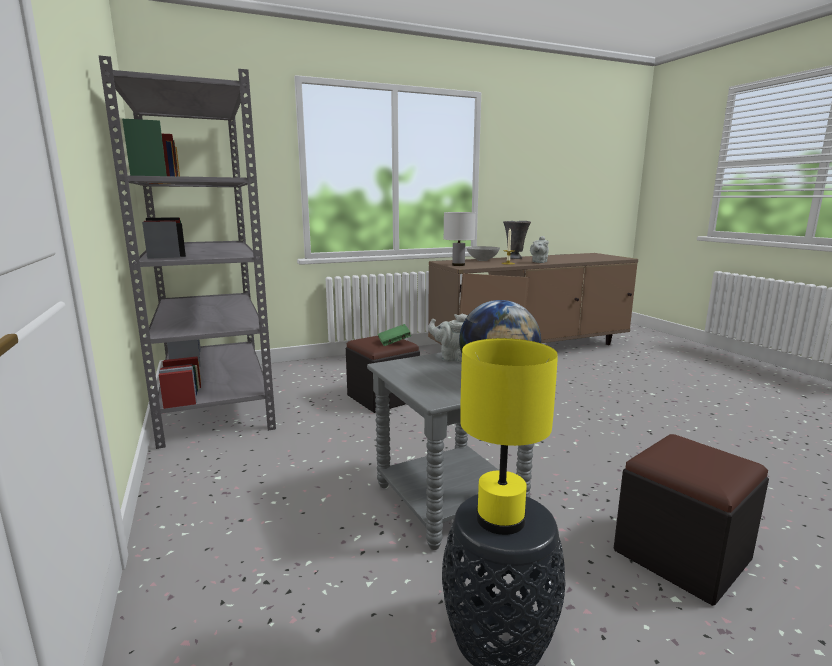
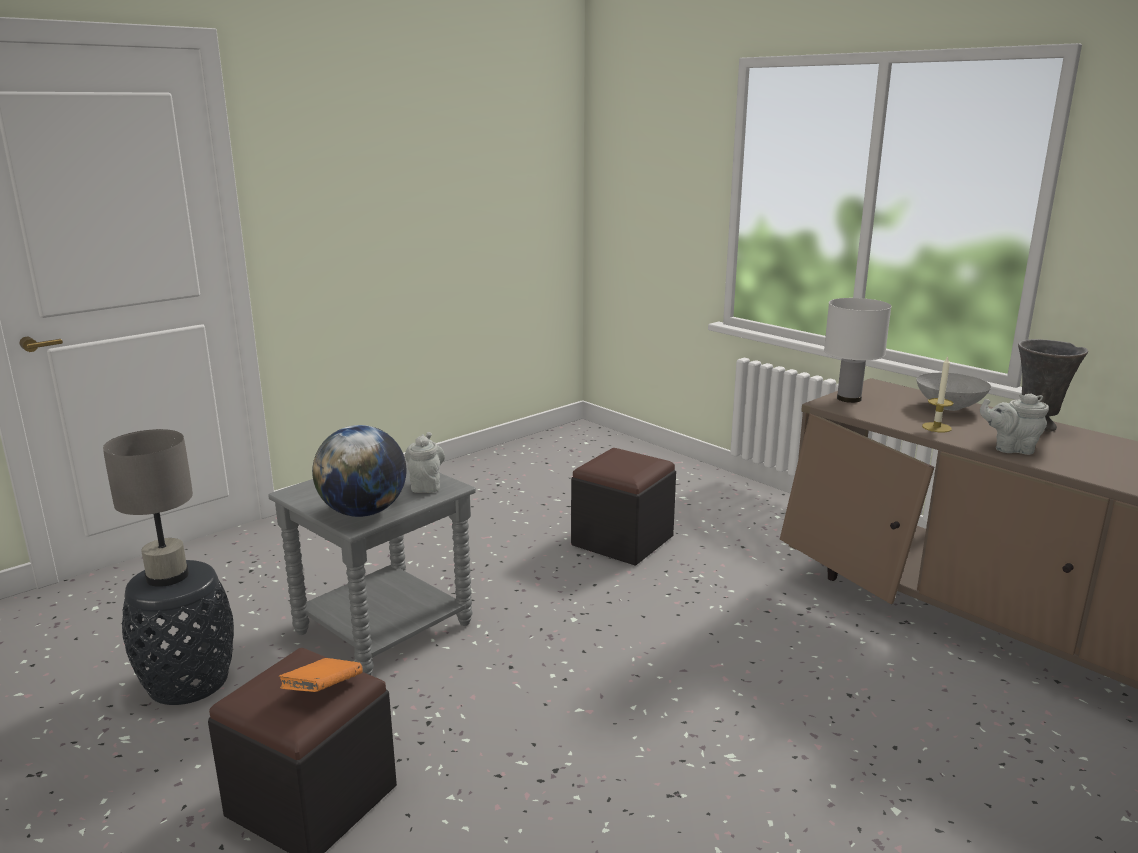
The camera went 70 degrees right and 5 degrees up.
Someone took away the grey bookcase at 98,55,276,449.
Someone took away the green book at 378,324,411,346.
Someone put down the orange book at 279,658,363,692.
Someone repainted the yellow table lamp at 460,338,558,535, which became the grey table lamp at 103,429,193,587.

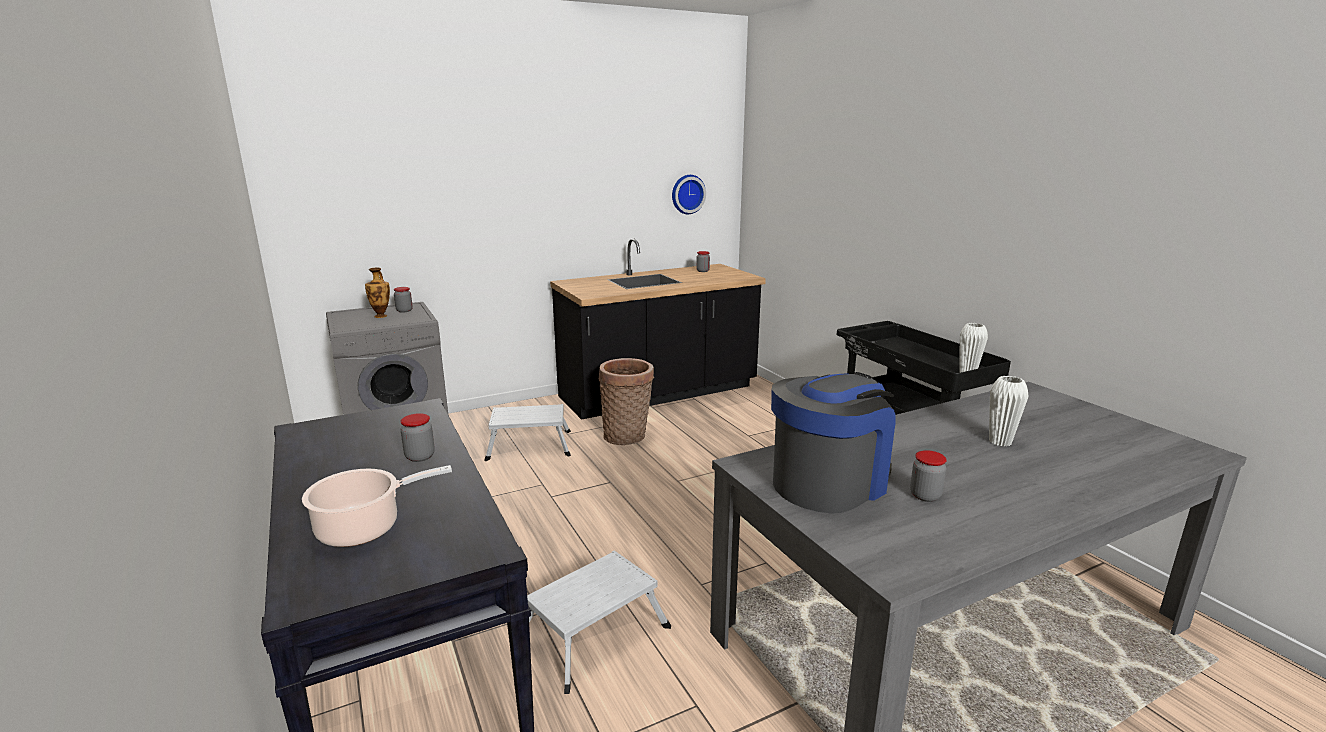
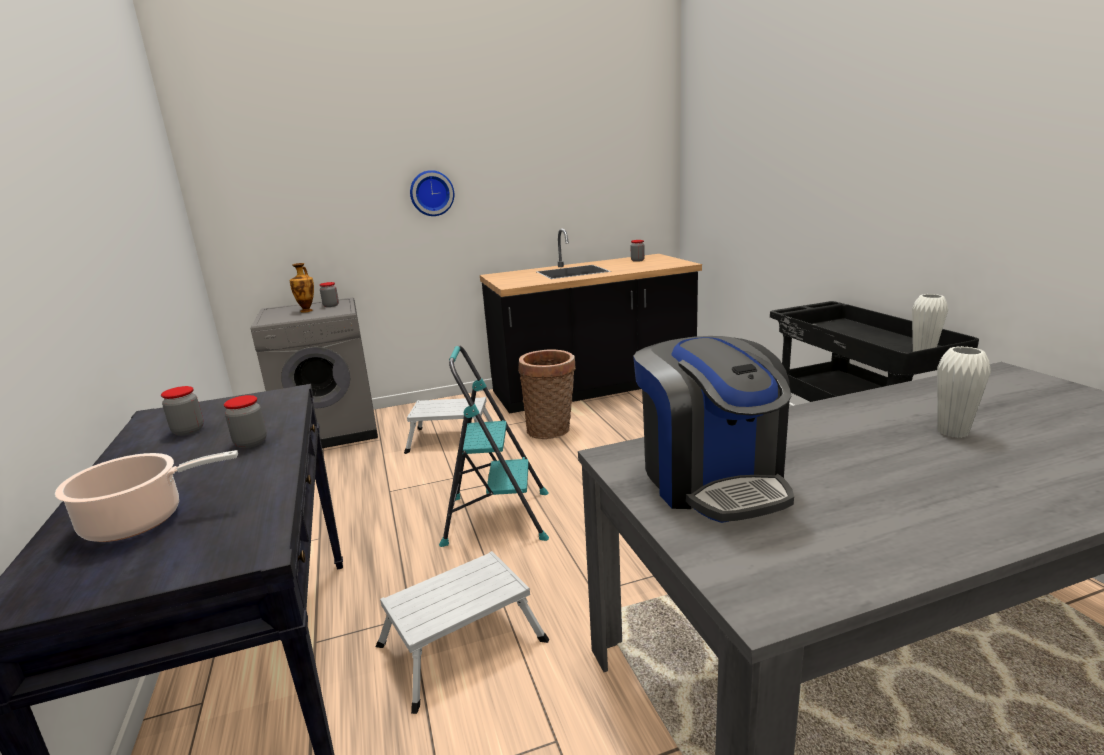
The camera went 10 degrees right and 0 degrees up.
Someone put down the turquoise step ladder at 439,345,549,547.
Someone carried the wall clock from 672,175,706,214 to 410,170,454,216.
Someone carried the jar from 910,450,947,502 to 161,386,204,436.
Someone rotated the coffee machine at 771,372,896,514 by 105 degrees clockwise.

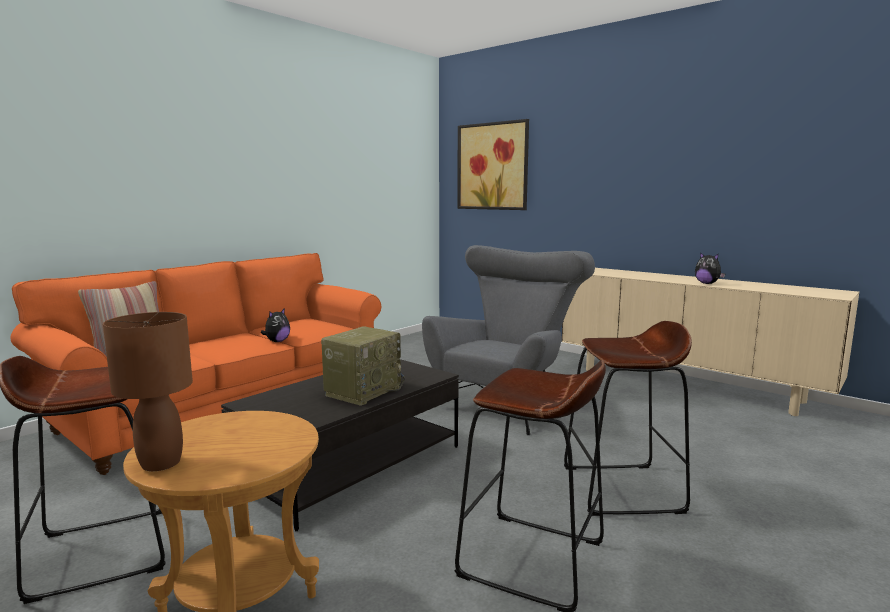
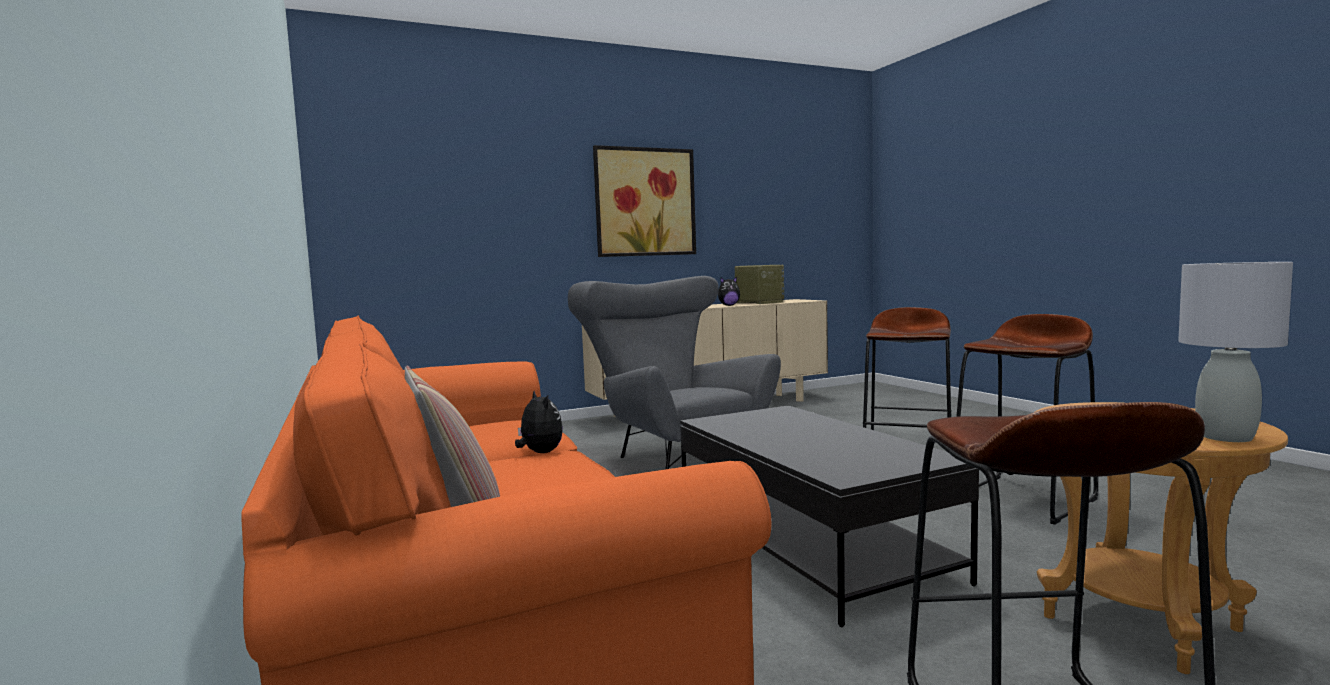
The camera went 65 degrees left and 5 degrees down.
Someone carried the radio from 321,326,405,406 to 734,265,784,304.
Someone carried the picture from 457,119,529,210 to 593,145,696,257.
Someone repainted the brown table lamp at 103,312,193,471, which became the grey table lamp at 1178,262,1293,442.

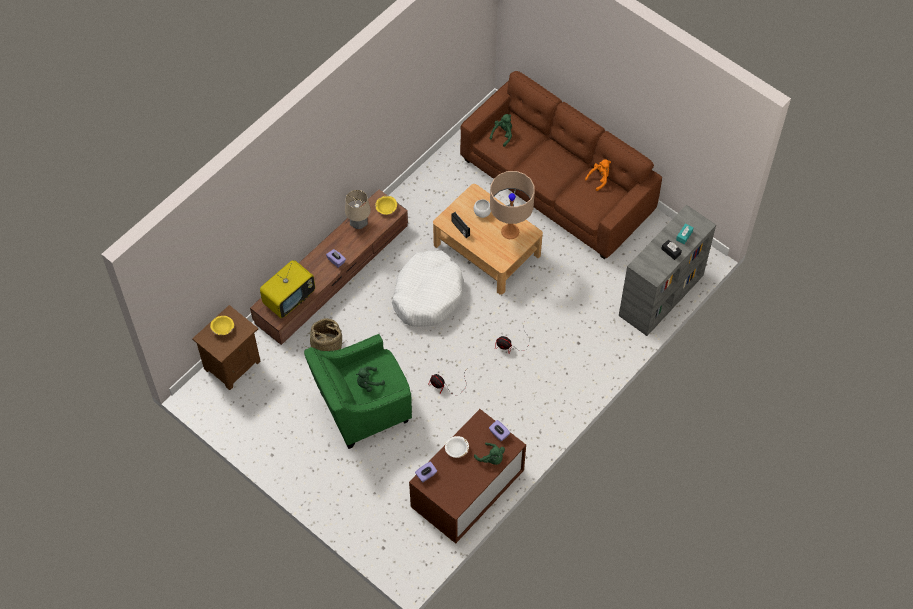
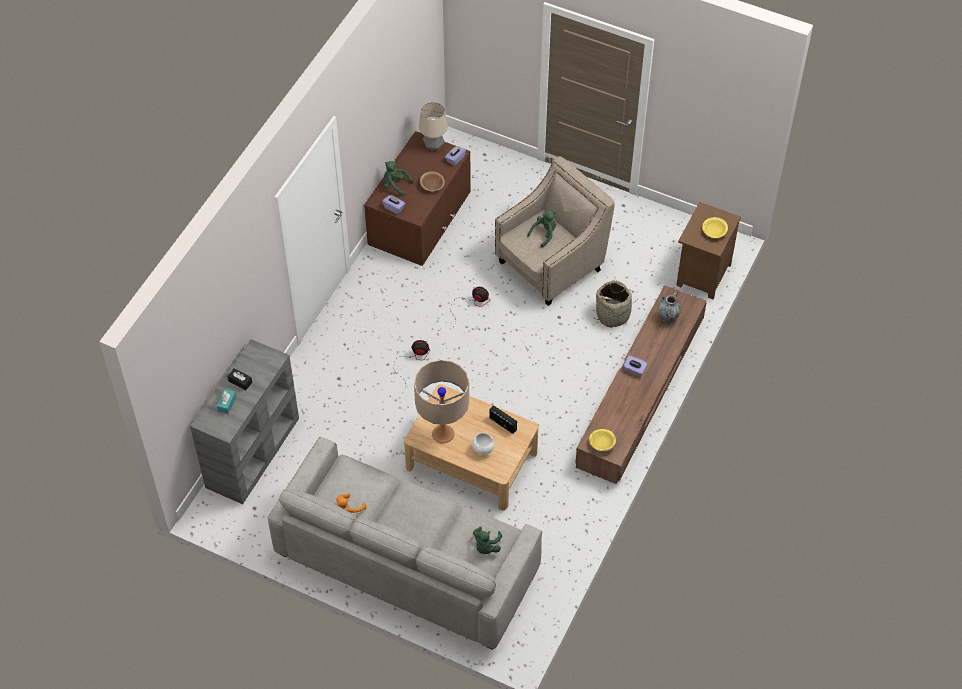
The camera went 165 degrees right and 5 degrees down.
Someone took away the white dog bed at 392,250,464,327.
Someone carried the table lamp from 345,190,371,229 to 419,102,448,151.
Someone swapped the television at 260,260,315,318 for the vase at 658,291,682,323.
Someone repainted the green armchair at 304,334,412,449, which became the beige armchair at 495,156,615,306.
Someone repainted the white bowl at 445,436,469,458, which became the brown bowl at 420,171,445,191.
Someone repainted the brown sofa at 460,71,662,259, which became the grey sofa at 268,437,542,650.

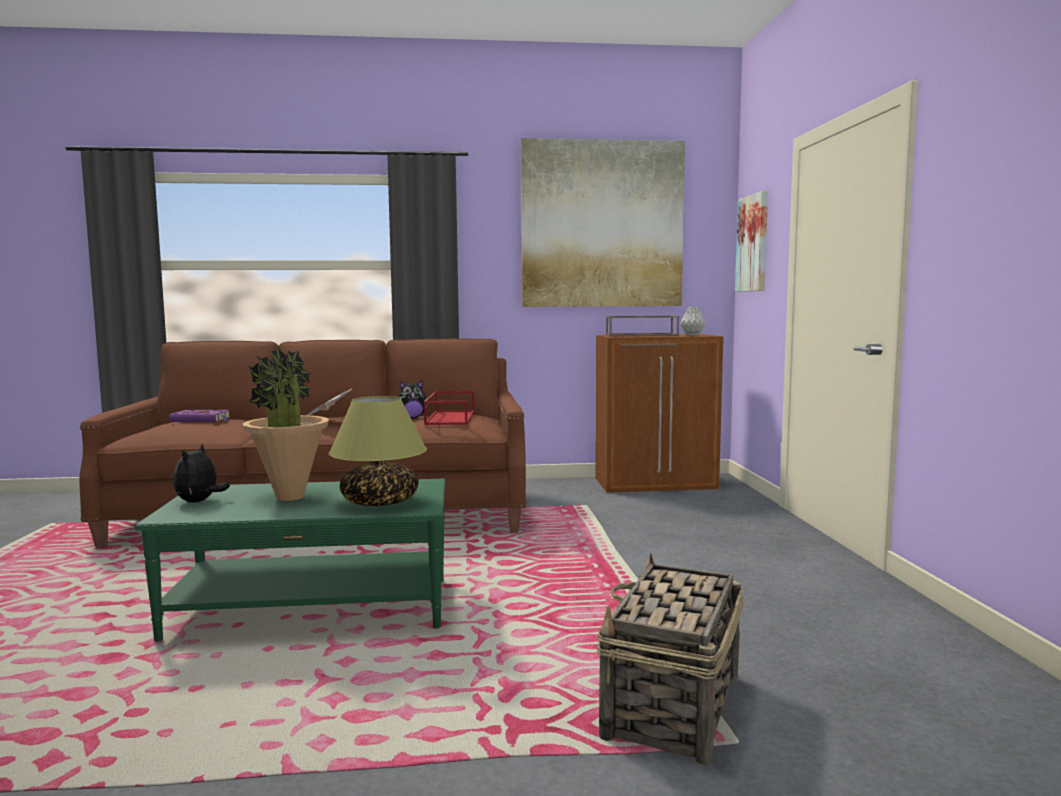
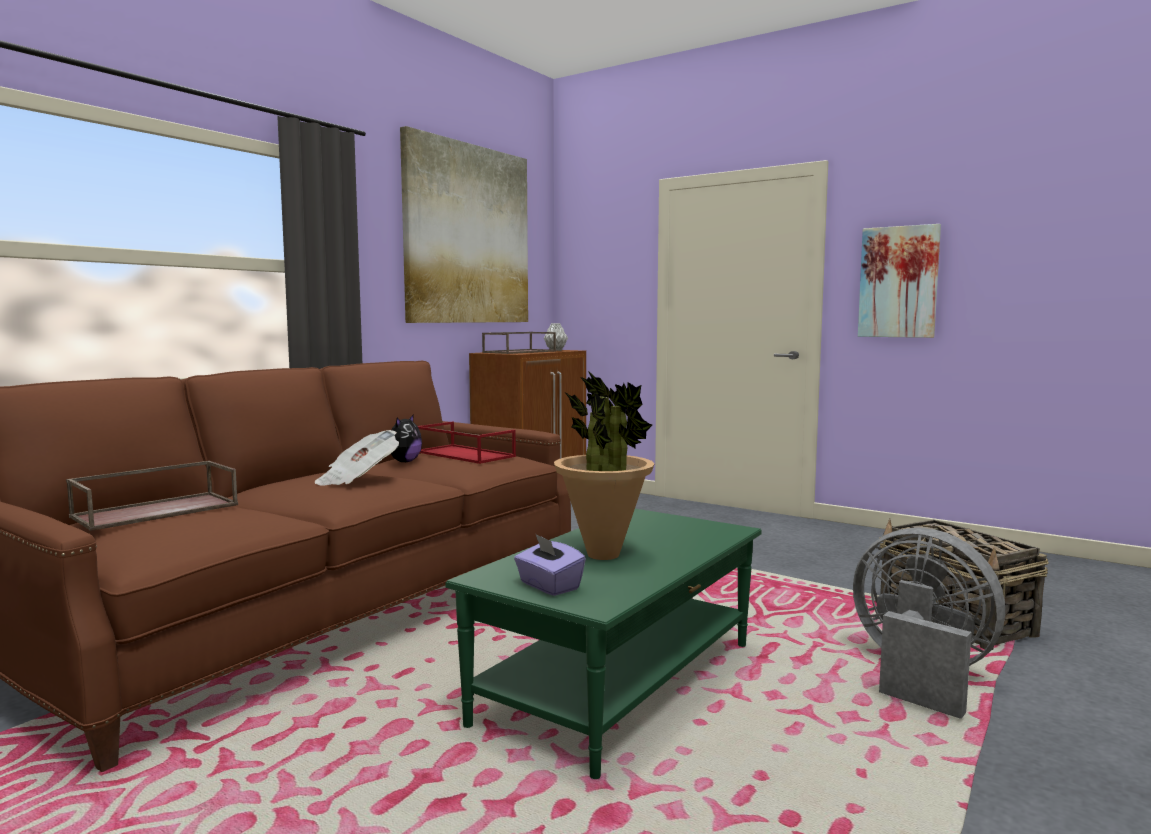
The camera went 50 degrees left and 0 degrees up.
Someone took away the table lamp at 329,396,427,506.
Someone put down the grey fan at 853,528,1005,719.
Someone carried the picture from 735,191,768,292 to 858,224,941,338.
Someone swapped the purple book at 169,410,232,422 for the brown tray at 66,461,238,531.
Someone swapped the plush toy at 173,444,230,502 for the purple tissue box at 514,534,586,596.

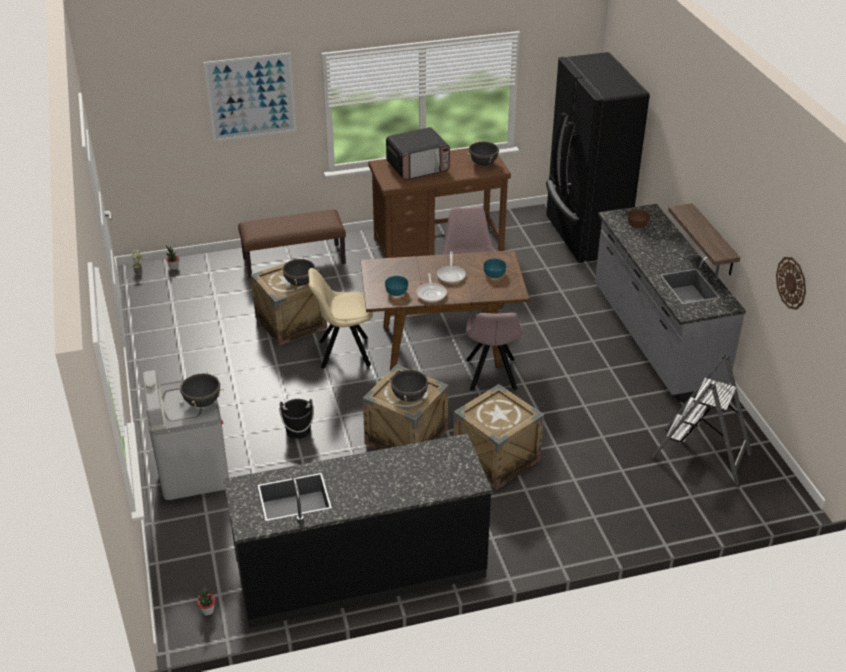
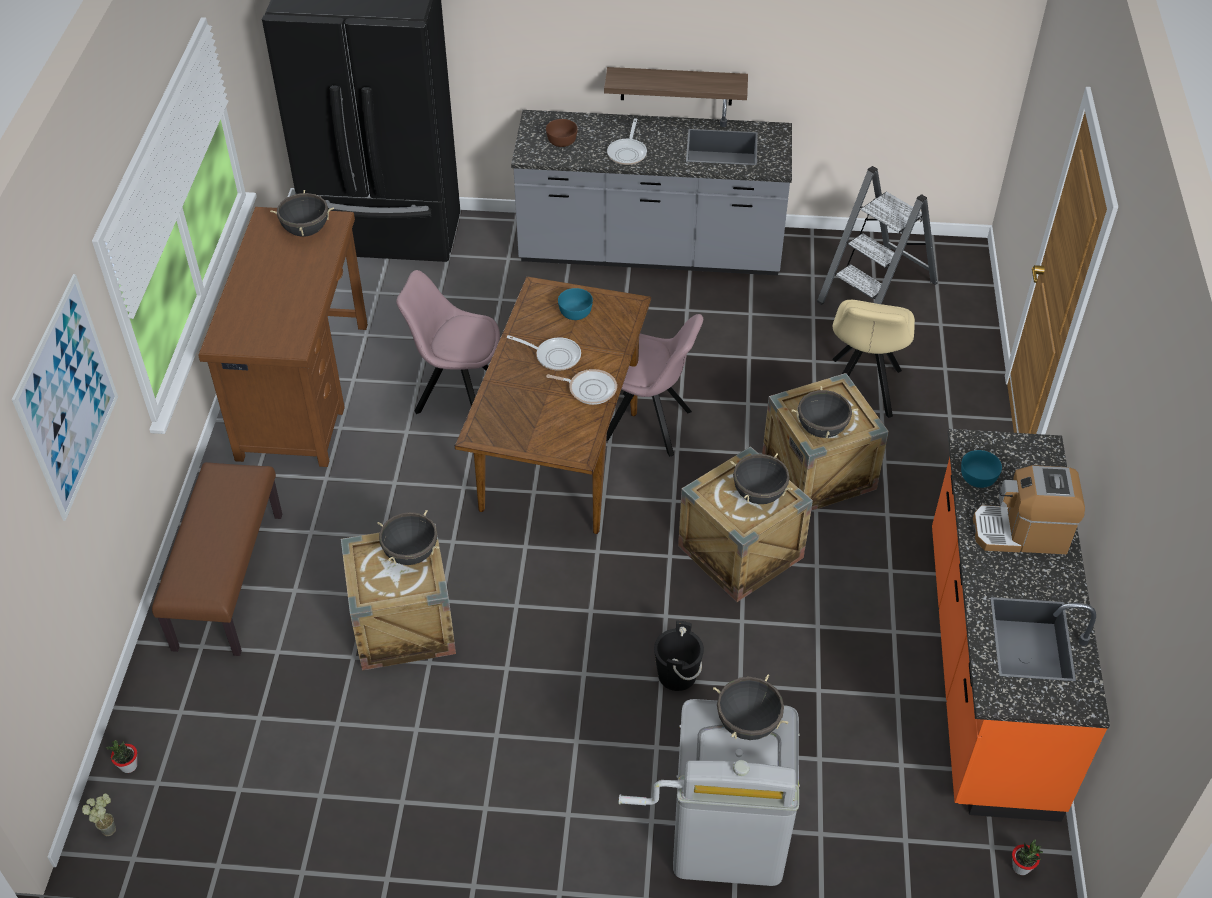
The camera went 70 degrees left and 10 degrees up.
Someone took away the microwave at 386,127,450,180.
Someone took away the wall clock at 776,257,806,310.
Someone put down the frying pan at 607,118,647,165.
Someone put down the black cooking pot at 792,386,859,439.
Someone put down the coffee machine at 973,465,1085,554.
Someone carried the beige chair from 308,268,373,369 to 832,300,915,418.
Someone carried the turquoise bowl from 385,276,408,296 to 961,450,1002,488.
Someone repainted the black counter at 223,434,493,628, which became the orange counter at 932,429,1110,822.

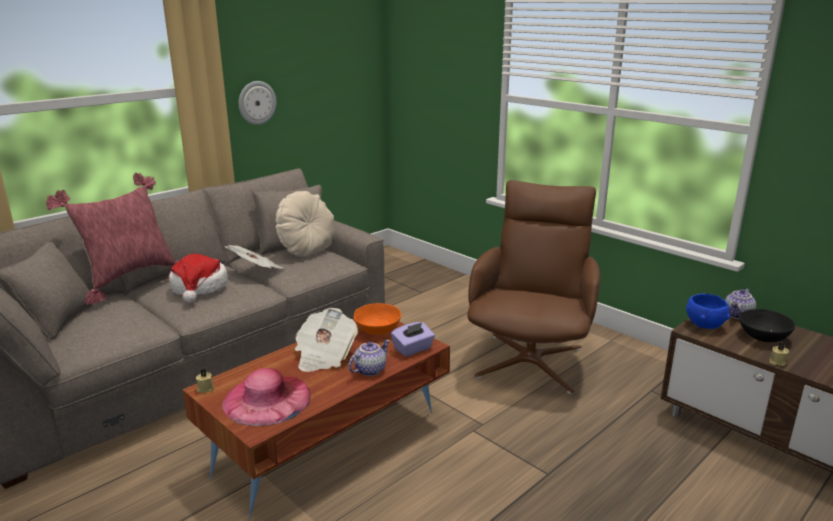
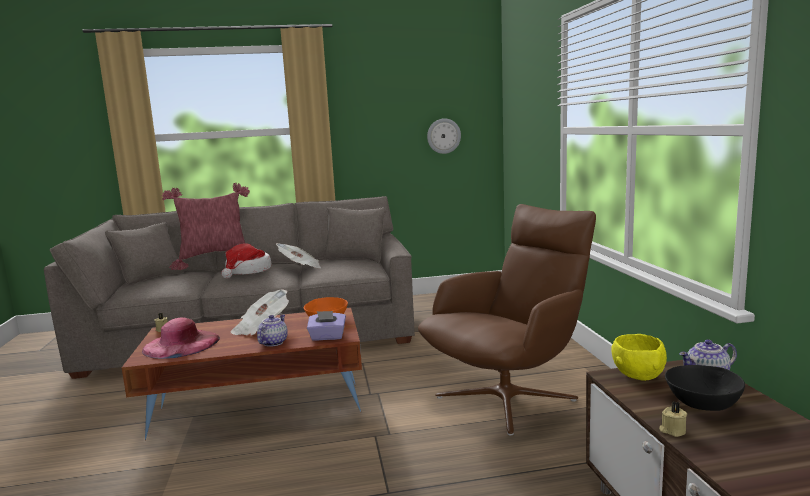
The camera went 35 degrees right and 10 degrees down.
Someone took away the beige pillow at 275,191,334,257.
Someone carried the wall clock from 238,81,276,125 to 427,118,461,154.
Someone repainted the blue bowl at 686,294,730,329, which became the yellow bowl at 611,334,667,381.
Someone rotated the teapot at 348,340,390,376 by 60 degrees counterclockwise.

